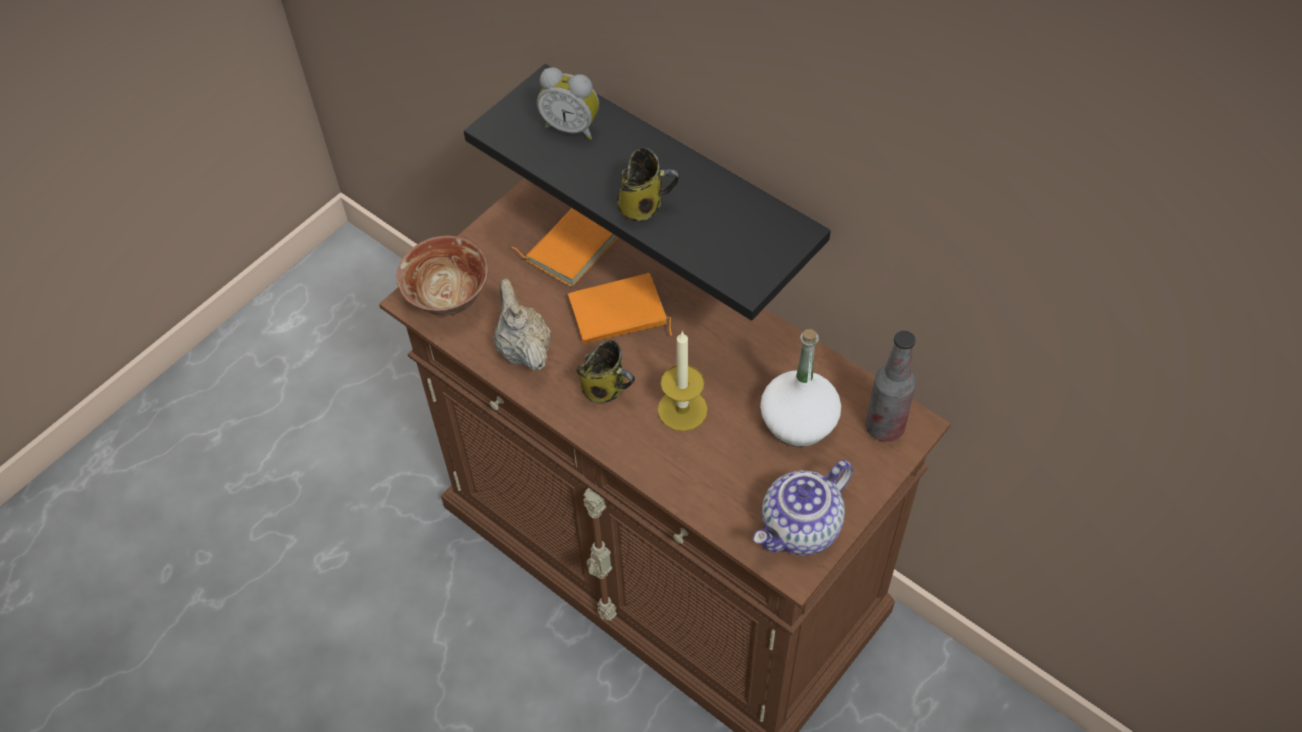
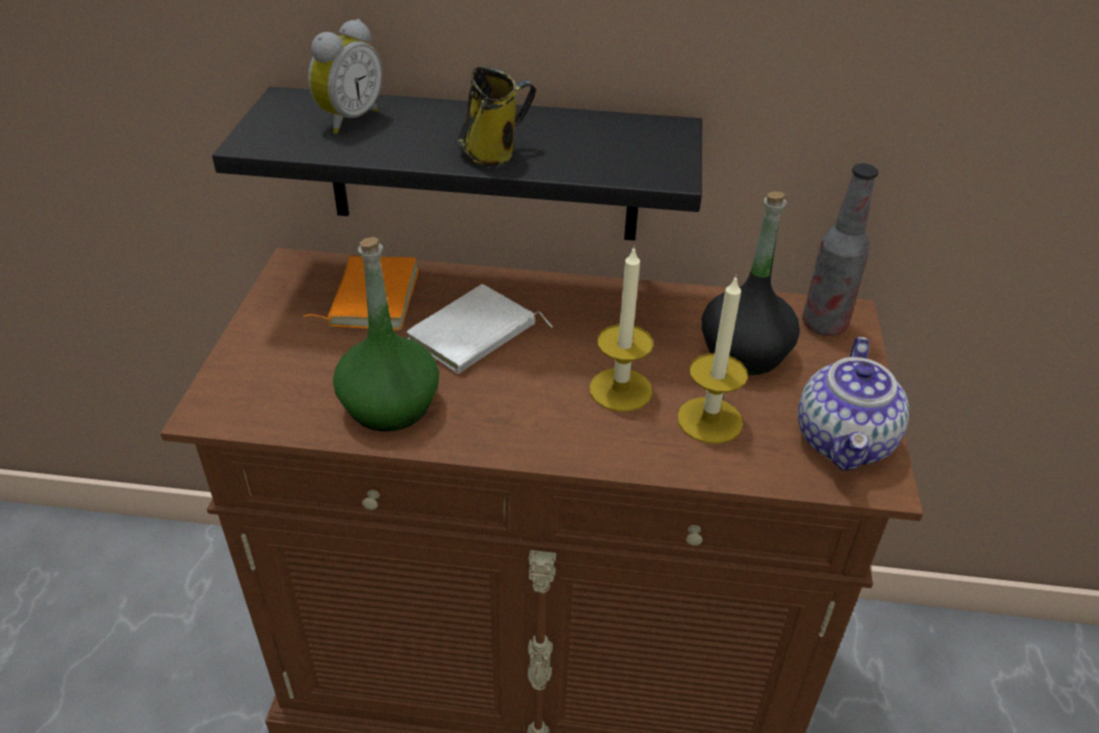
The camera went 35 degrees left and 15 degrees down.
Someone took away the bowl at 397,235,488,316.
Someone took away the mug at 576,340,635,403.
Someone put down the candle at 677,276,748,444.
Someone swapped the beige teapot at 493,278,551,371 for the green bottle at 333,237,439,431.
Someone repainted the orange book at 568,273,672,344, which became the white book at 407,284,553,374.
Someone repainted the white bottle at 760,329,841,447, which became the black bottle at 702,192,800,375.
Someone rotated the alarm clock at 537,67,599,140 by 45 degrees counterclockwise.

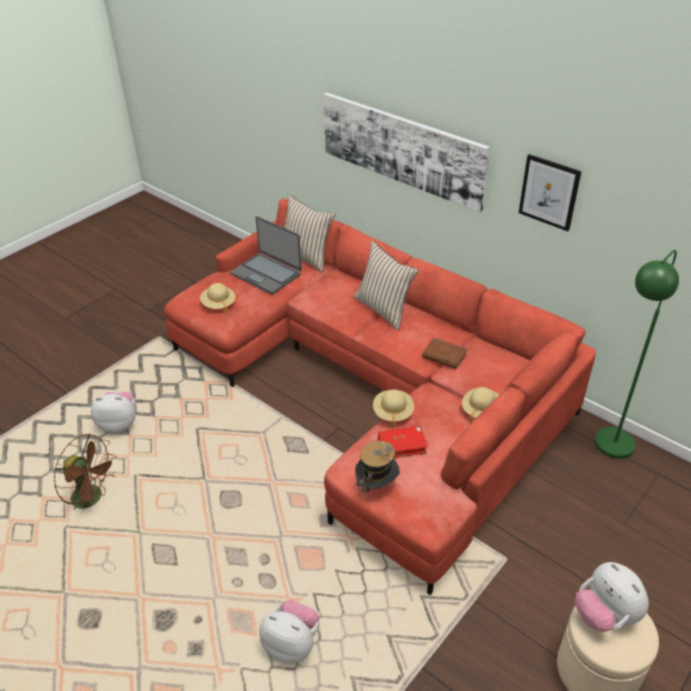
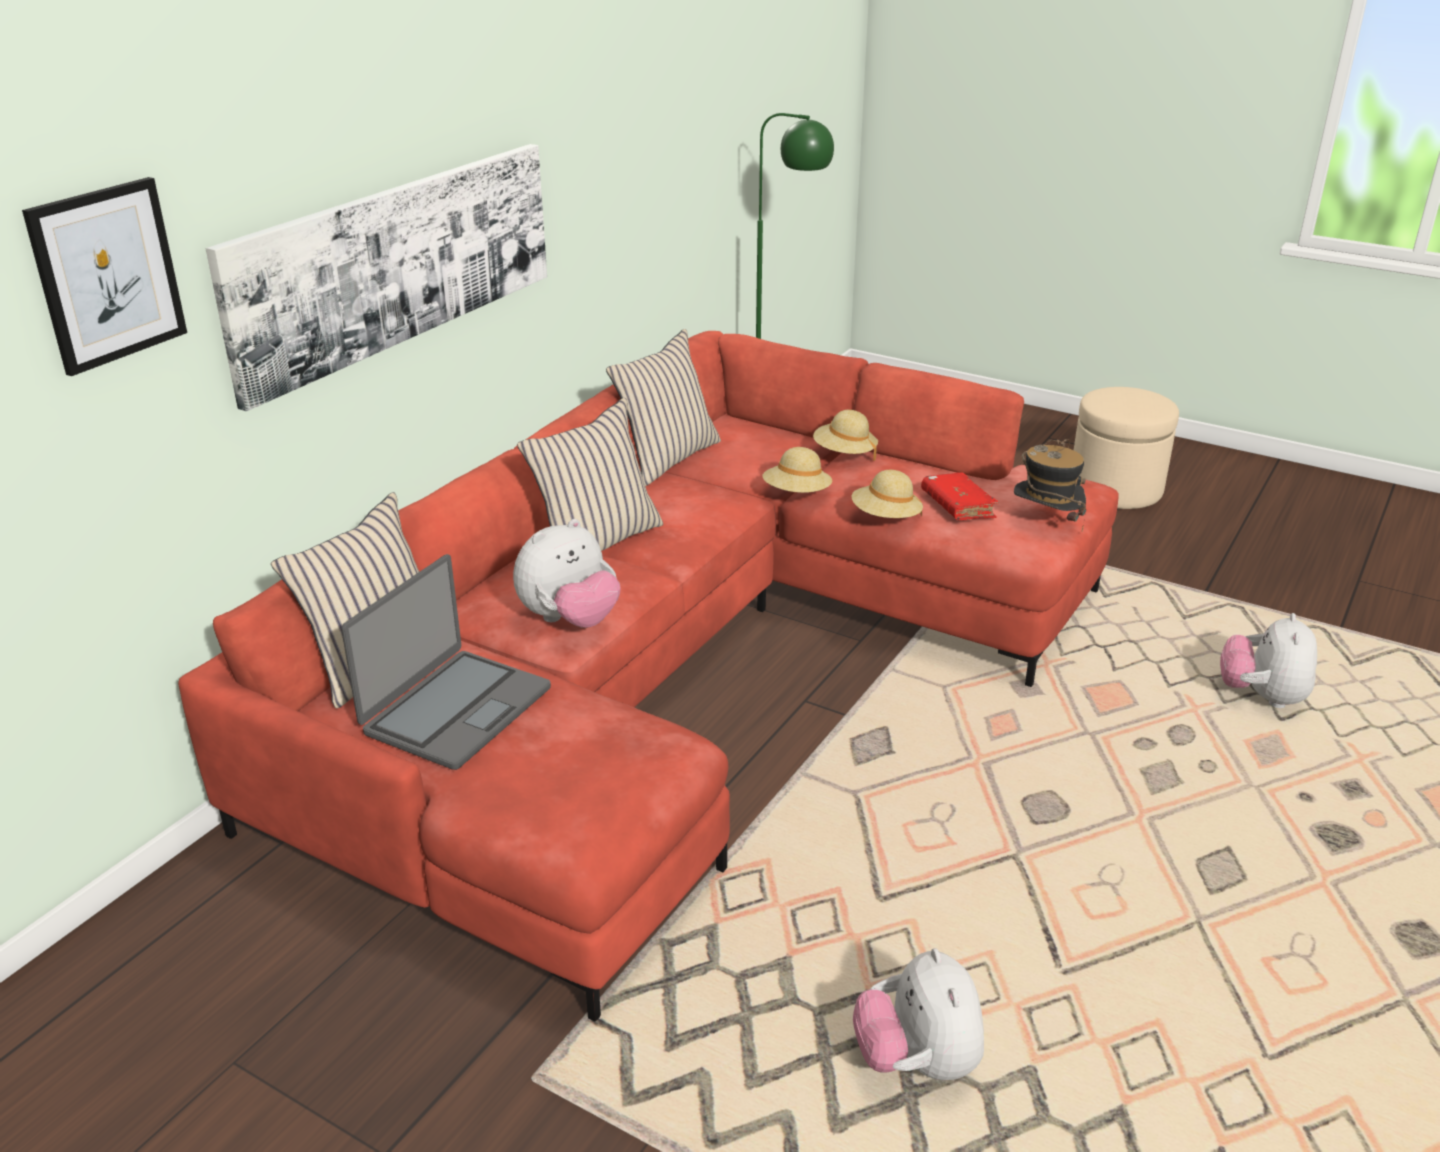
The camera went 100 degrees left and 10 degrees down.
Someone took away the brown fan at 54,434,117,509.
Someone took away the brown book at 422,338,468,369.
Someone put down the beige pillow at 606,329,721,486.
Someone carried the beige hat from 200,283,236,313 to 762,447,832,493.
Someone carried the picture from 519,154,582,231 to 22,177,187,376.
Someone carried the plush toy from 575,562,649,632 to 513,519,621,628.

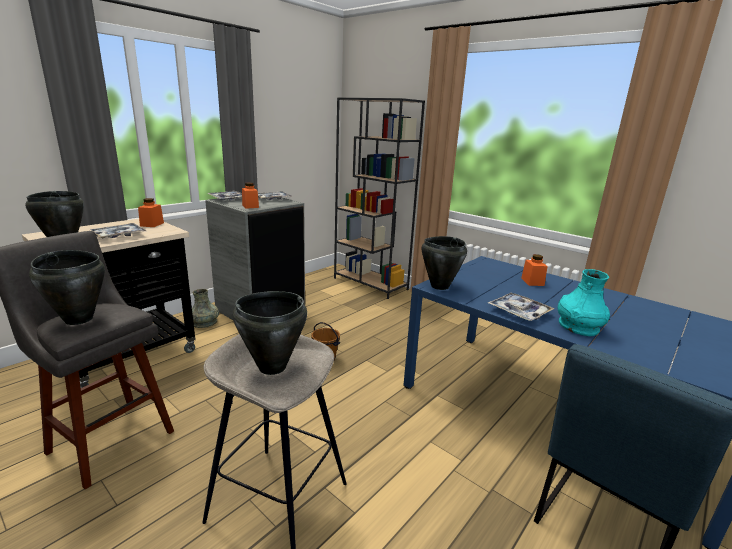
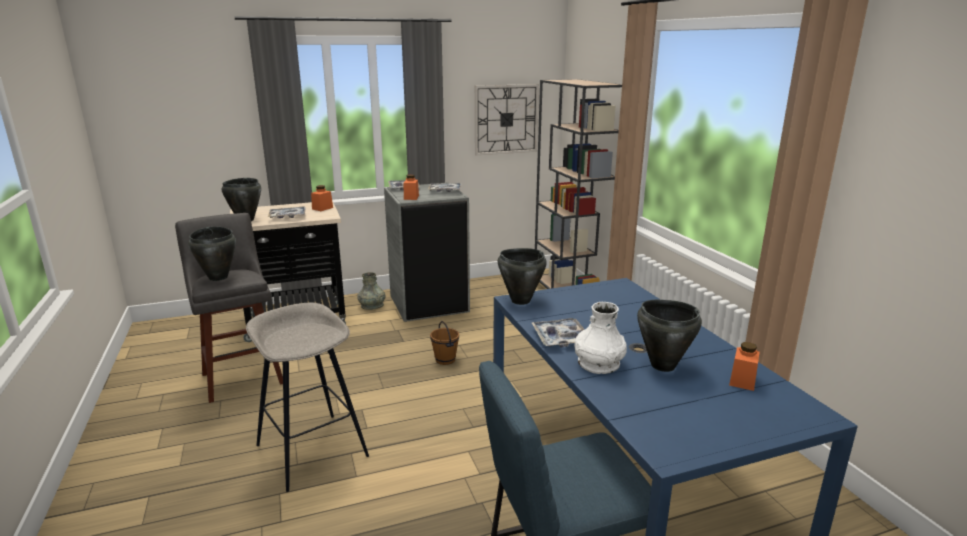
The camera went 30 degrees right and 0 degrees up.
Someone put up the wall clock at 475,84,539,155.
Someone carried the black cooking pot from 233,291,307,375 to 637,300,702,372.
Someone carried the orange jar from 521,254,548,286 to 729,342,760,391.
Someone repainted the turquoise vase at 557,269,610,336, which became the white vase at 574,302,627,374.

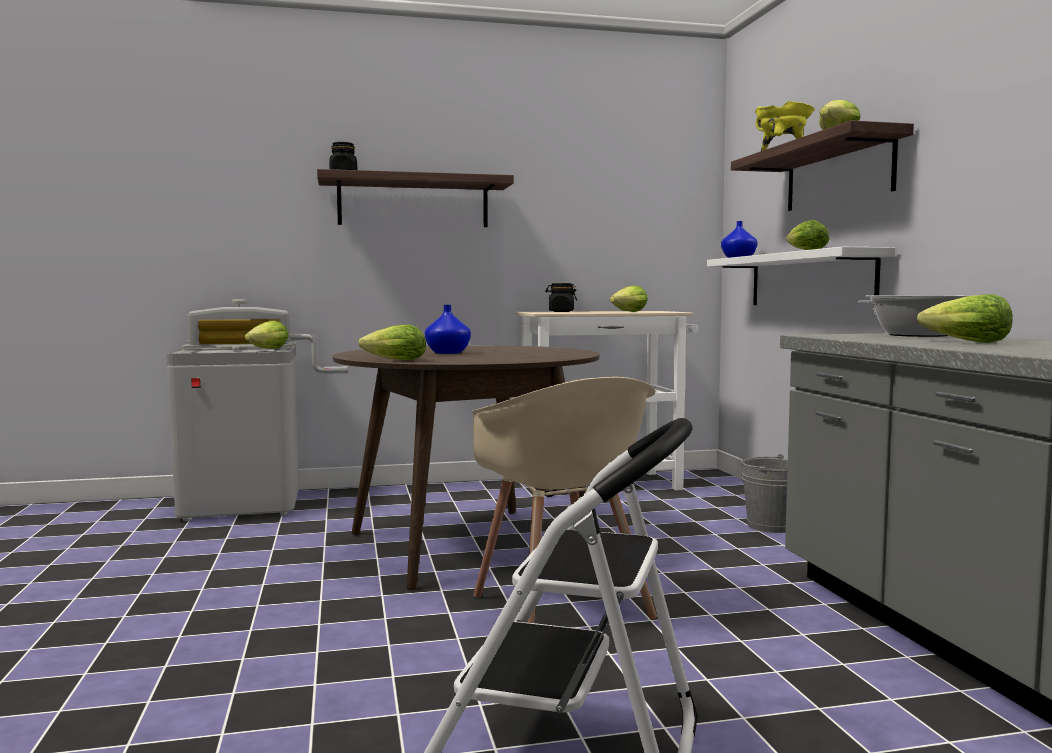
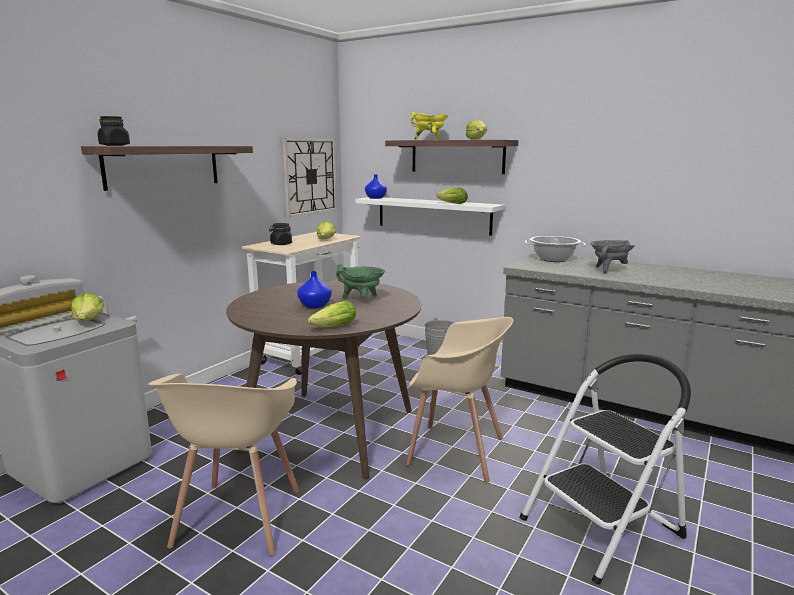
The camera went 45 degrees left and 10 degrees up.
Someone put down the beige chair at 148,374,300,556.
Someone put up the wall clock at 282,138,337,218.
Someone put down the green cooking pot at 336,264,385,299.
Someone swapped the lettuce at 917,294,1013,343 for the grey cooking pot at 590,240,635,274.

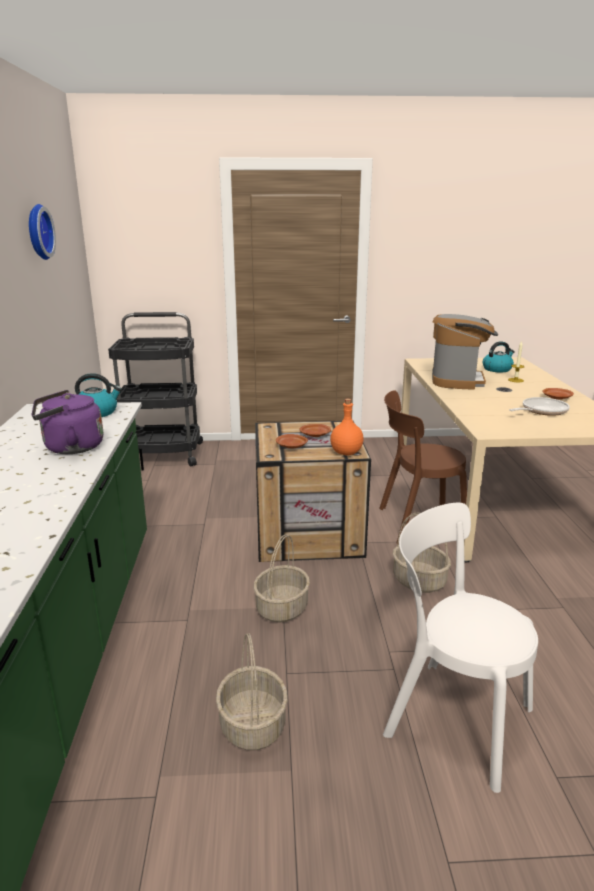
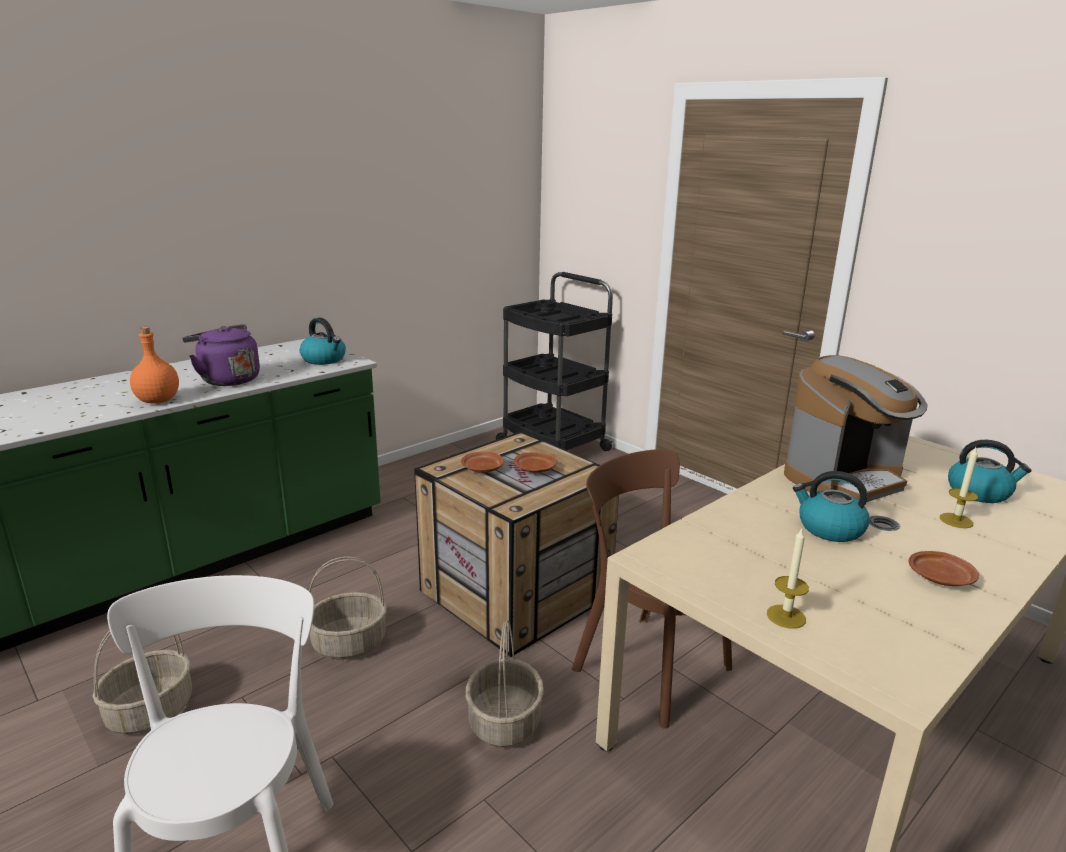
The camera went 50 degrees right and 0 degrees up.
Someone took away the wall clock at 29,204,56,260.
Someone took away the frying pan at 509,397,570,416.
Someone put down the candle at 767,529,809,629.
Someone put down the kettle at 793,471,870,542.
Someone carried the orange bottle from 330,399,364,456 to 130,327,179,403.

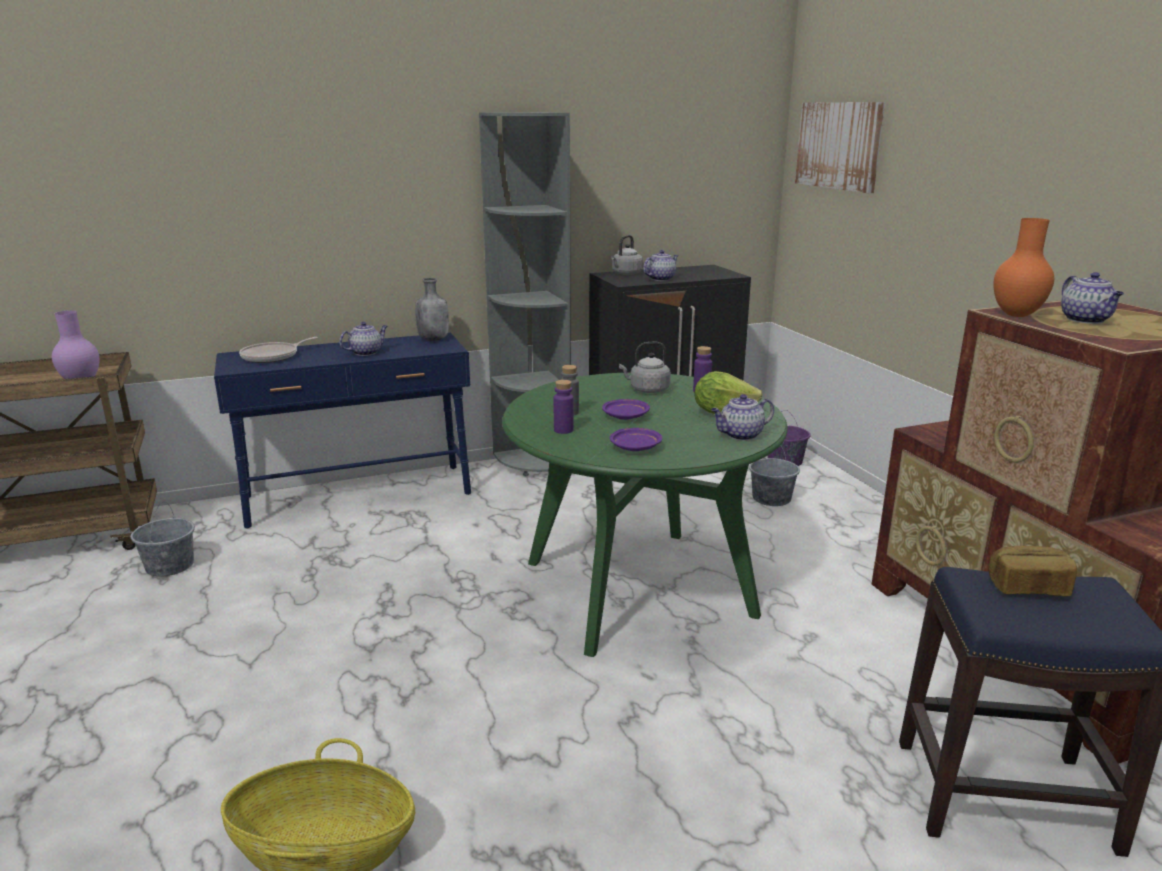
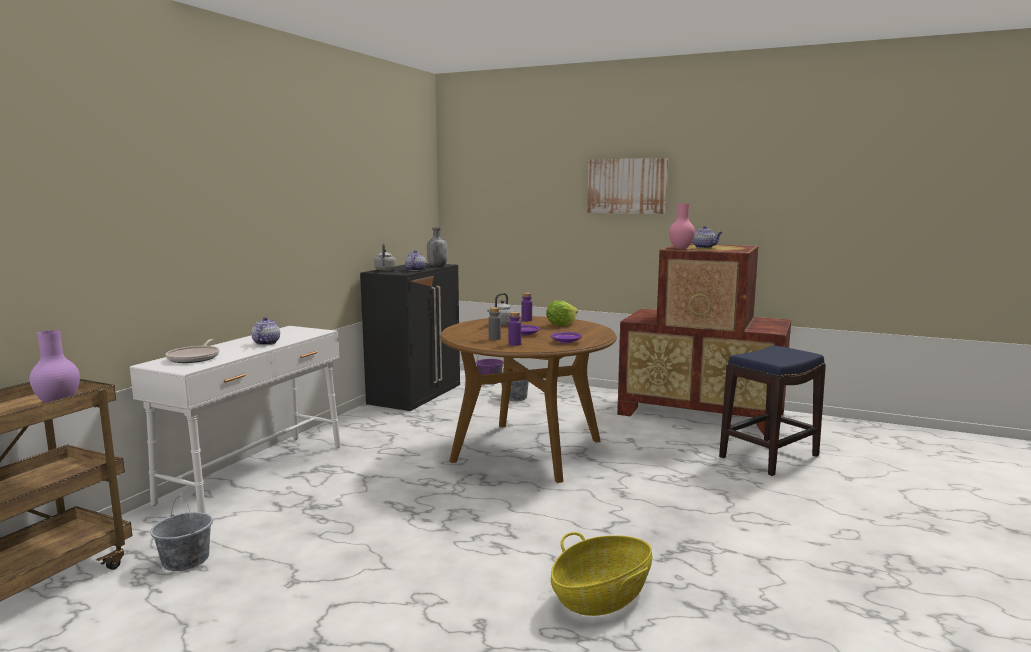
The camera went 45 degrees left and 10 degrees down.
Someone took away the grey bookcase at 479,112,571,476.
Someone took away the teapot at 711,394,774,441.
Someone took away the bread at 988,546,1077,596.
Someone carried the grey bottle from 415,278,449,341 to 427,228,448,267.
Someone carried the picture from 795,102,885,193 to 587,158,668,214.
Someone repainted the blue console table at 214,333,471,529, which became the white console table at 130,326,341,513.
Someone repainted the green dining table at 502,372,788,657, which became the brown dining table at 440,316,617,483.
Someone repainted the orange vase at 993,218,1054,317, which became the pink vase at 669,204,695,249.

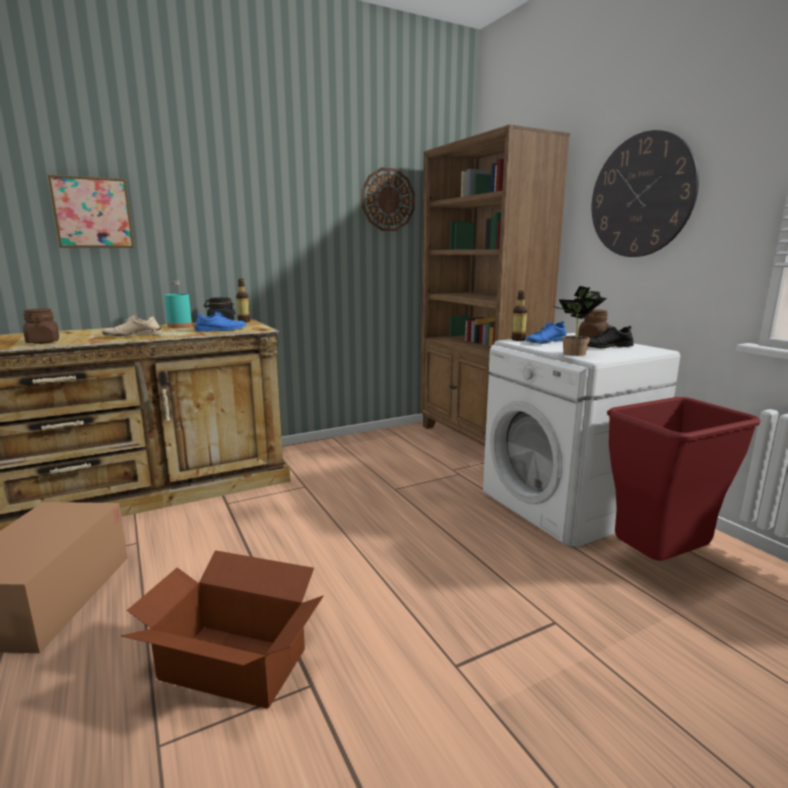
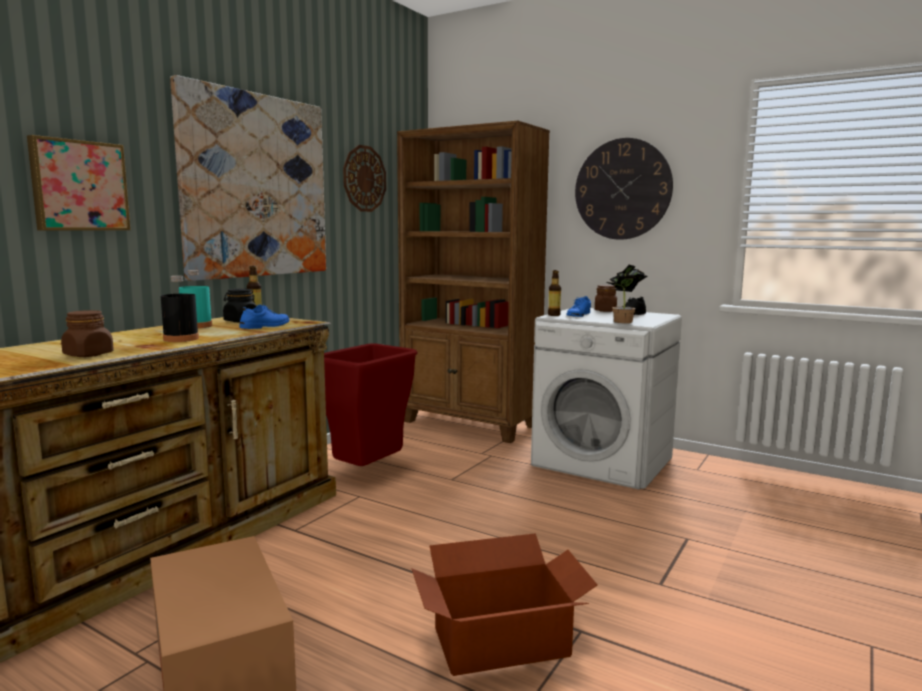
The camera went 30 degrees left and 5 degrees down.
Someone put up the picture at 170,75,326,281.
Someone carried the red trash can from 607,397,761,561 to 324,343,418,466.
Someone swapped the beige shoe at 102,315,162,337 for the black bottle at 161,276,199,342.

